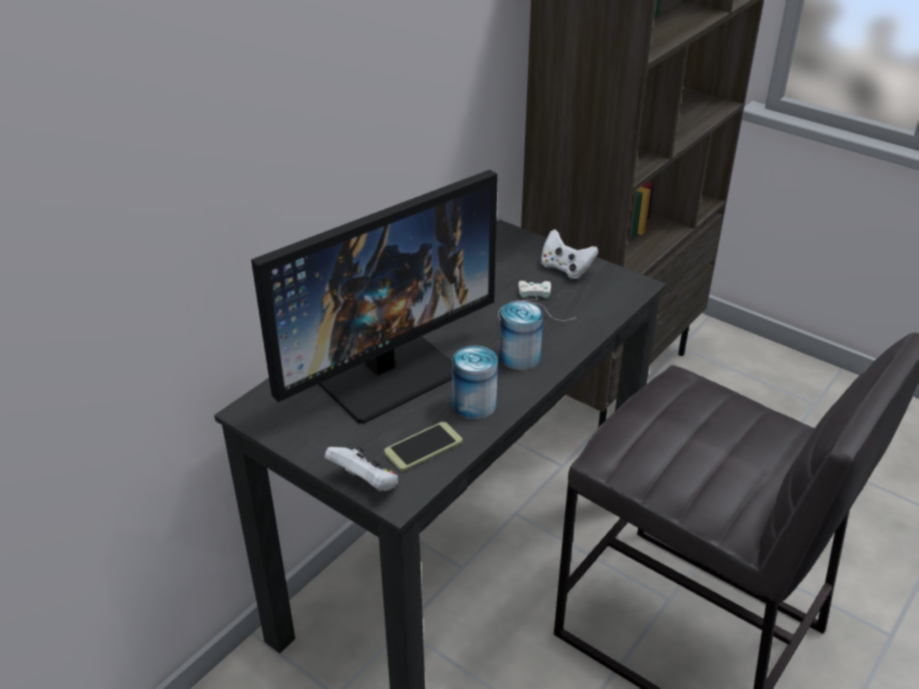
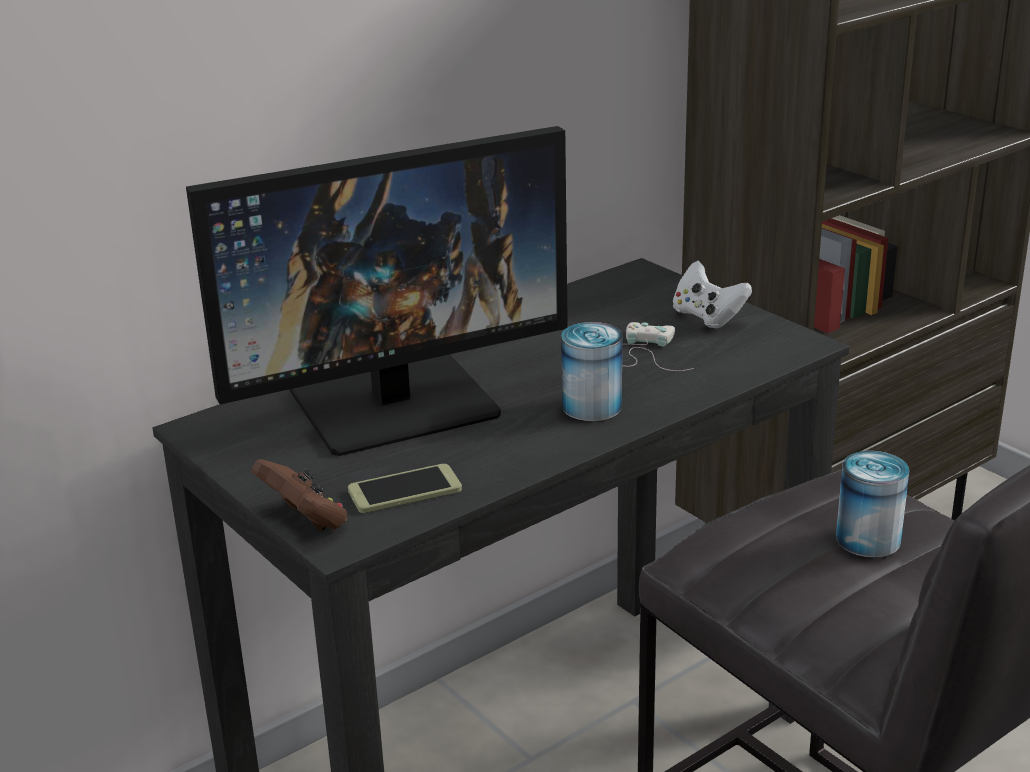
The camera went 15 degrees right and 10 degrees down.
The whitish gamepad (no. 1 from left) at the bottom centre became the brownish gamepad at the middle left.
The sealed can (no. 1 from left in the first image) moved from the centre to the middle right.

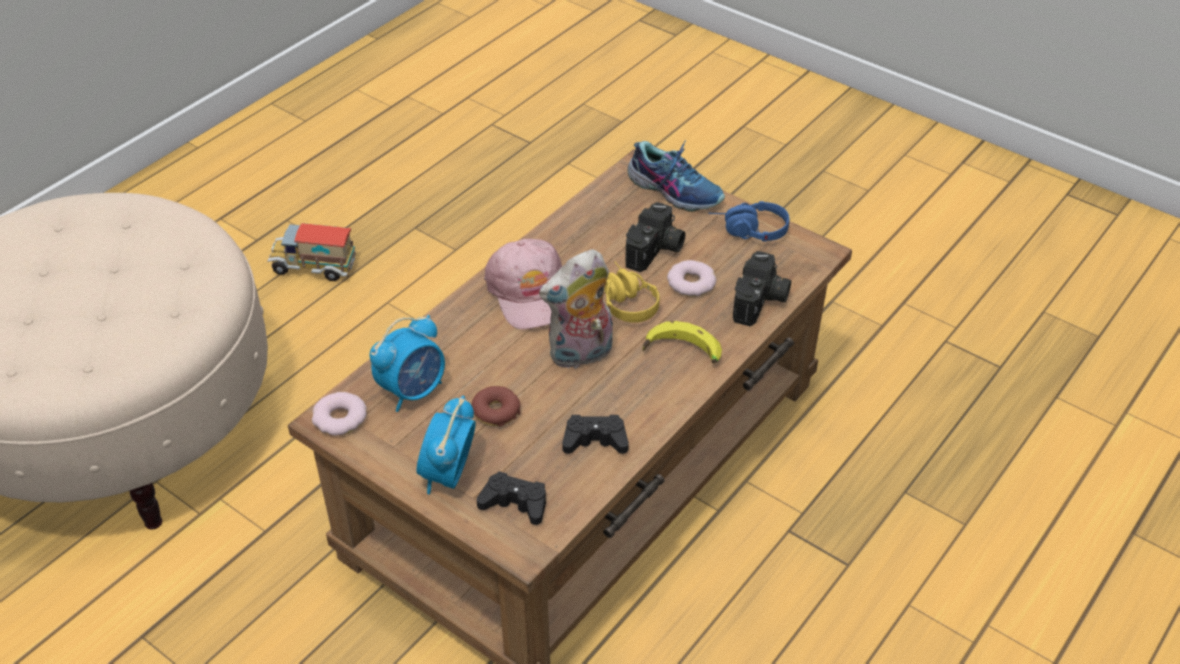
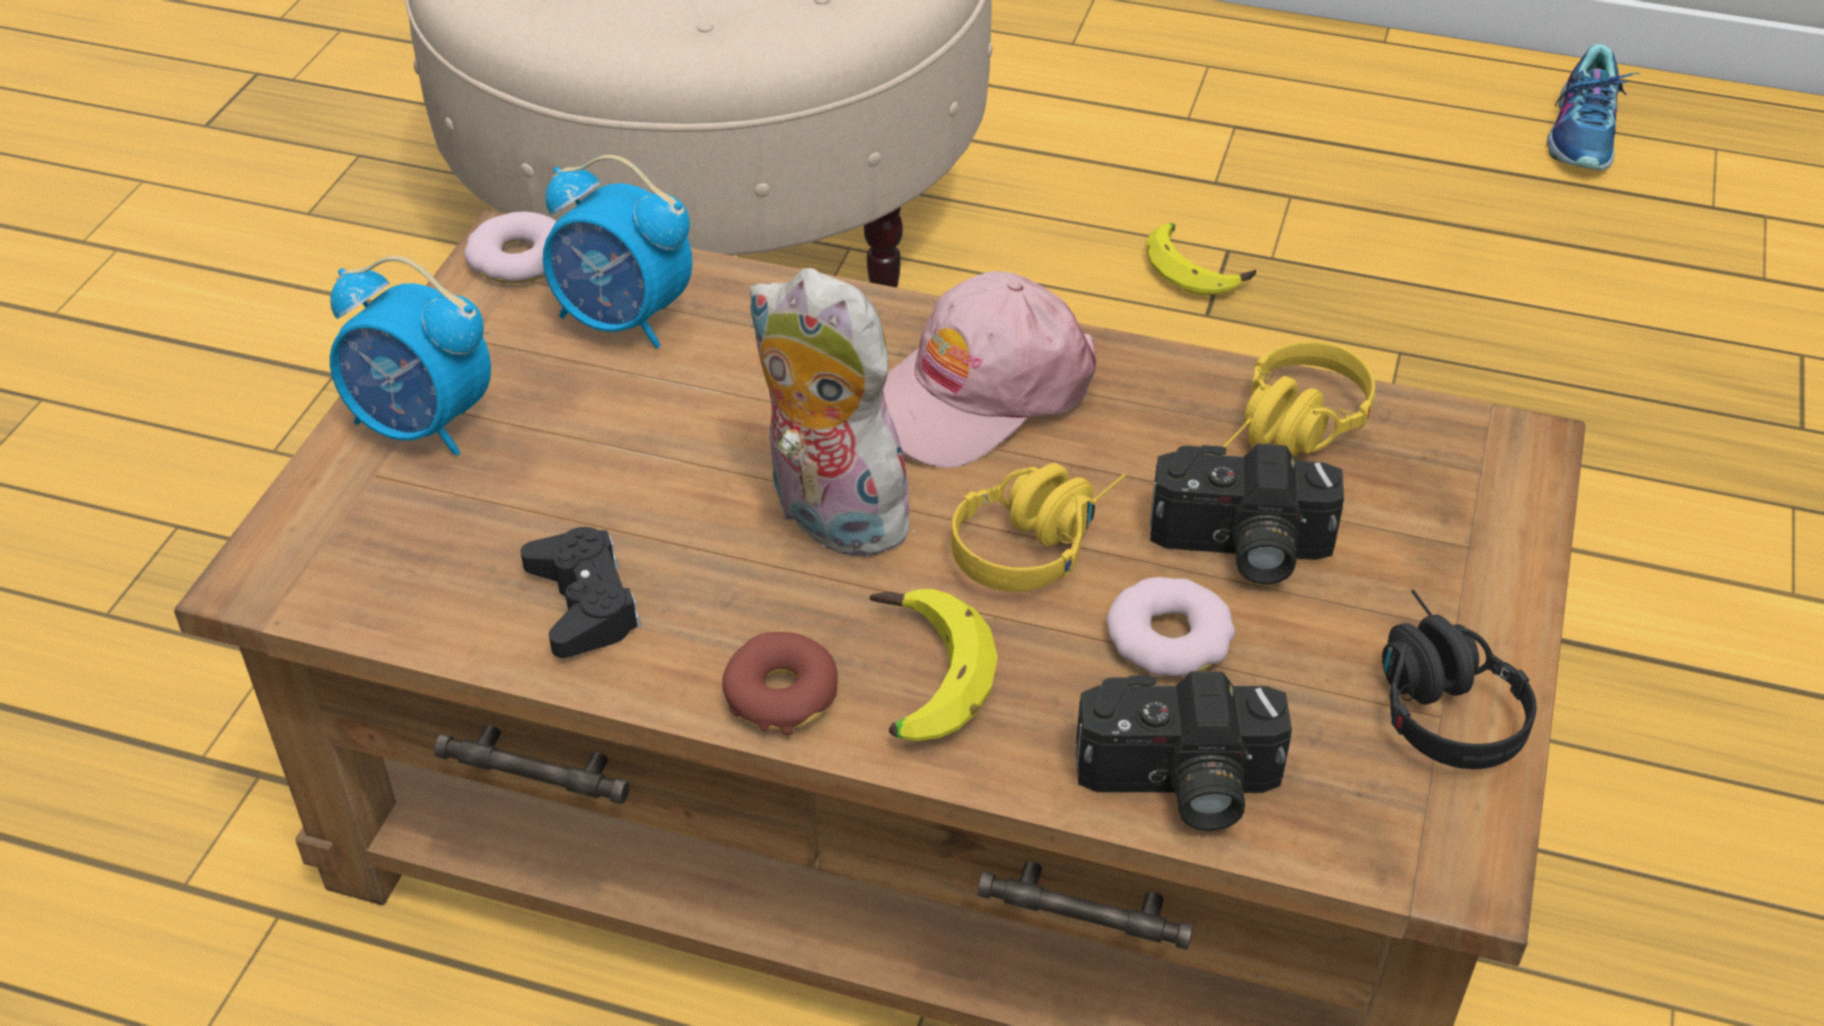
The camera went 70 degrees right and 0 degrees up.
The bedside clock (no. 2 from left in the first image) at the bottom centre turned 150 degrees counterclockwise.
The donut (no. 2 from left) moved from the centre to the bottom centre.
The model truck at the middle left was replaced by the banana (no. 2 from left) at the top centre.
The yellow-coloured headset (no. 2 from left) at the middle right appeared.
The blue headset at the top centre became the black headset at the middle right.
The item of footwear moved from the top centre to the top right.
The black gamepad (no. 1 from left) at the bottom centre disappeared.

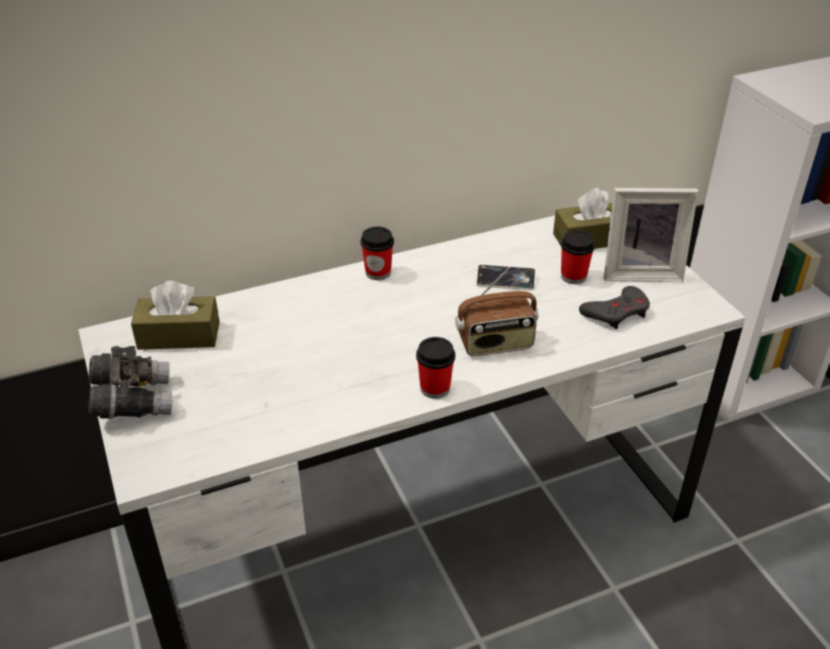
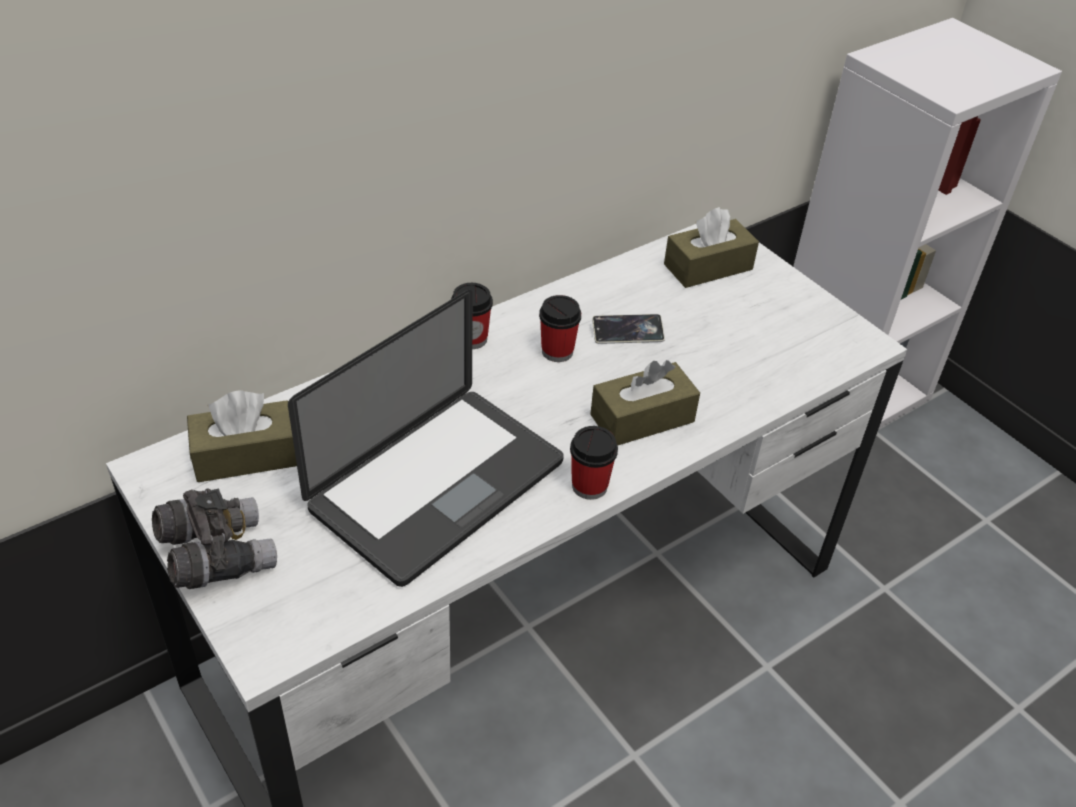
The camera went 15 degrees left and 5 degrees up.
The portable computer at the centre appeared.
The drinking cup (no. 3 from left in the first image) moved from the middle right to the centre.
The radio at the centre was replaced by the brownish tissue holder (no. 2 from left) at the centre.
The gray gamepad at the middle right disappeared.
The picture frame at the middle right disappeared.

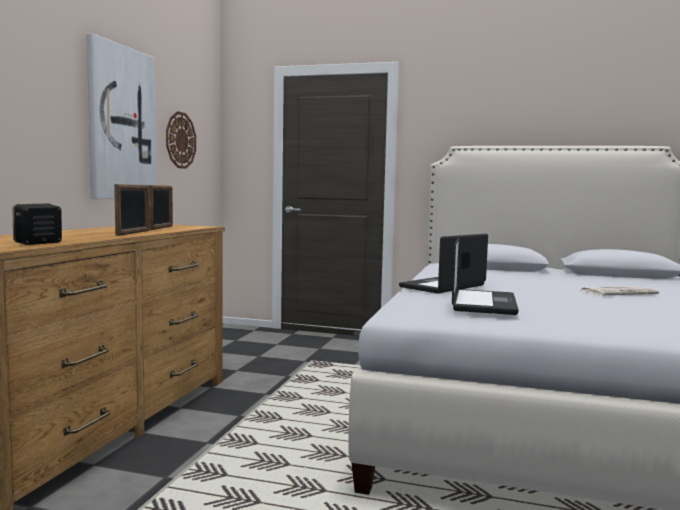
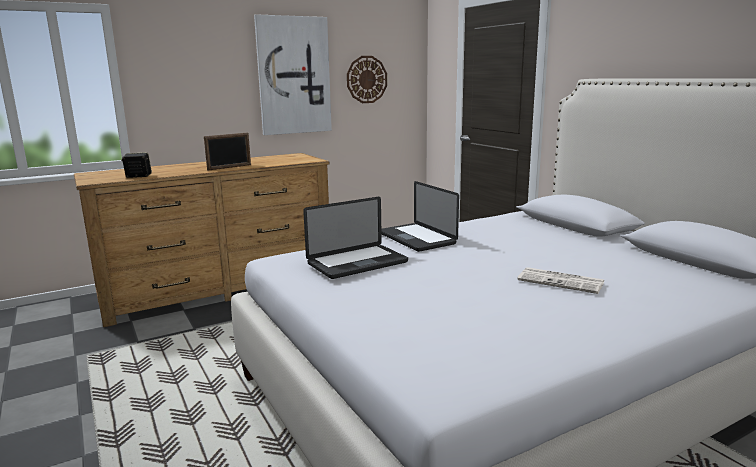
The camera went 45 degrees right and 10 degrees up.
The portable computer (no. 1 from left in the first image) at the centre turned 120 degrees counterclockwise.
The picture frame (no. 2 from left) at the middle left disappeared.

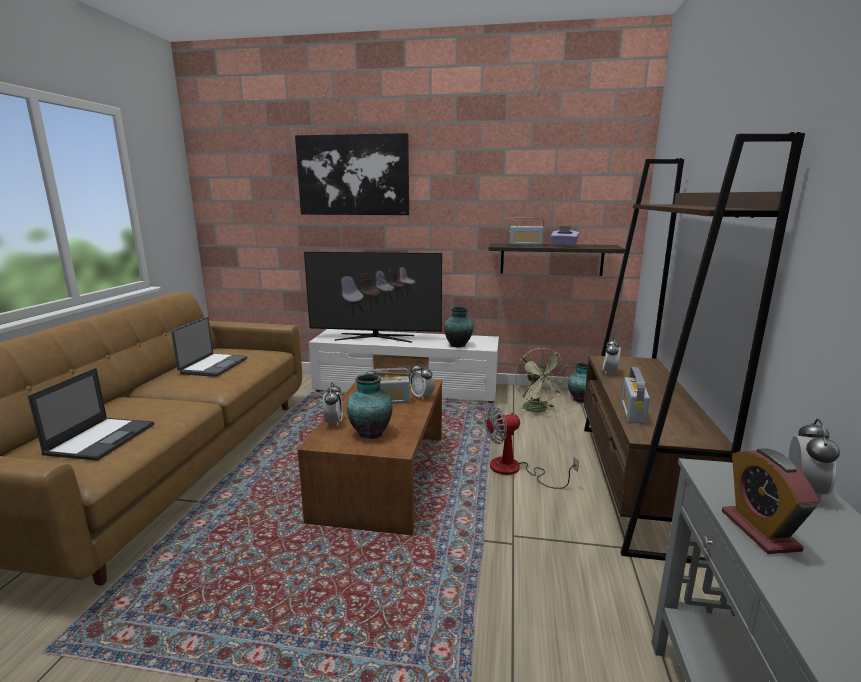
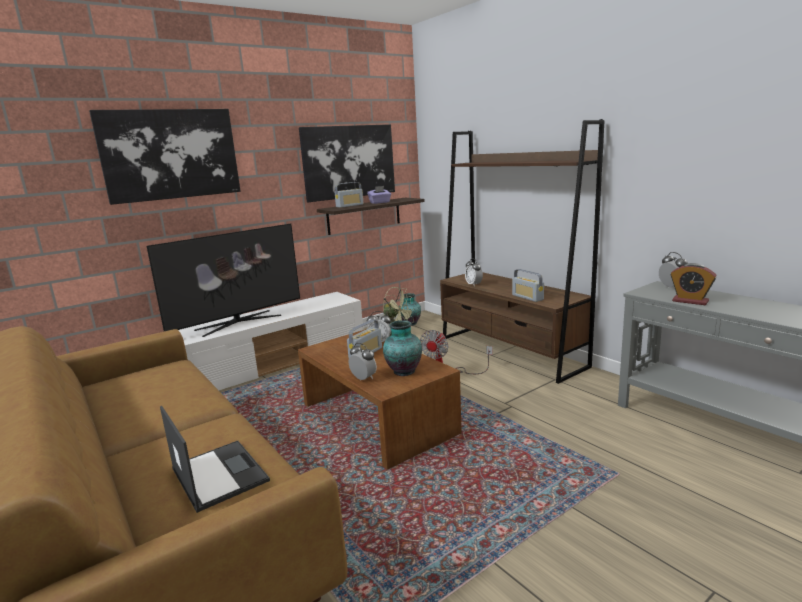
The camera went 45 degrees left and 0 degrees up.
The wall art (no. 2 from left) at the top centre appeared.
The portable computer (no. 2 from left) at the middle left disappeared.
The vase (no. 2 from left) at the centre disappeared.

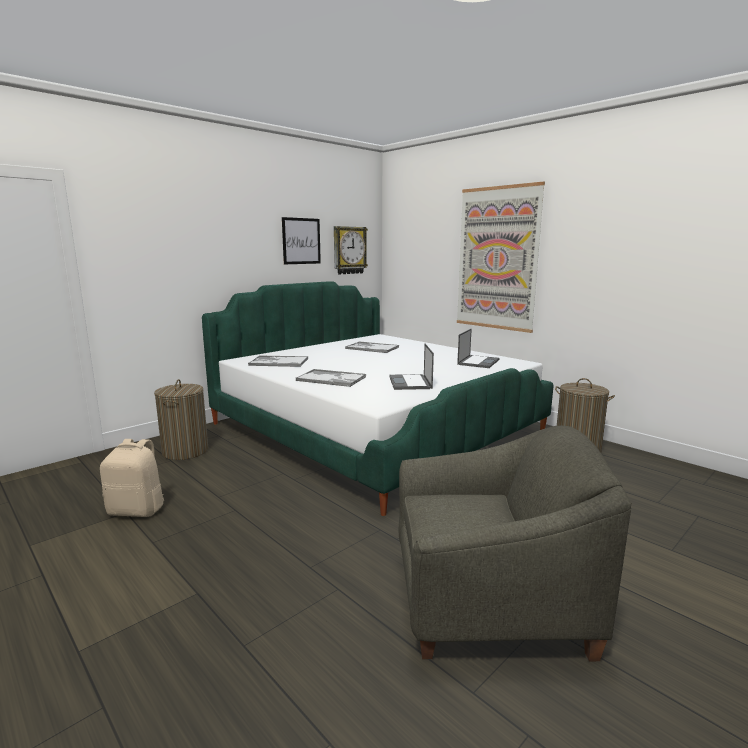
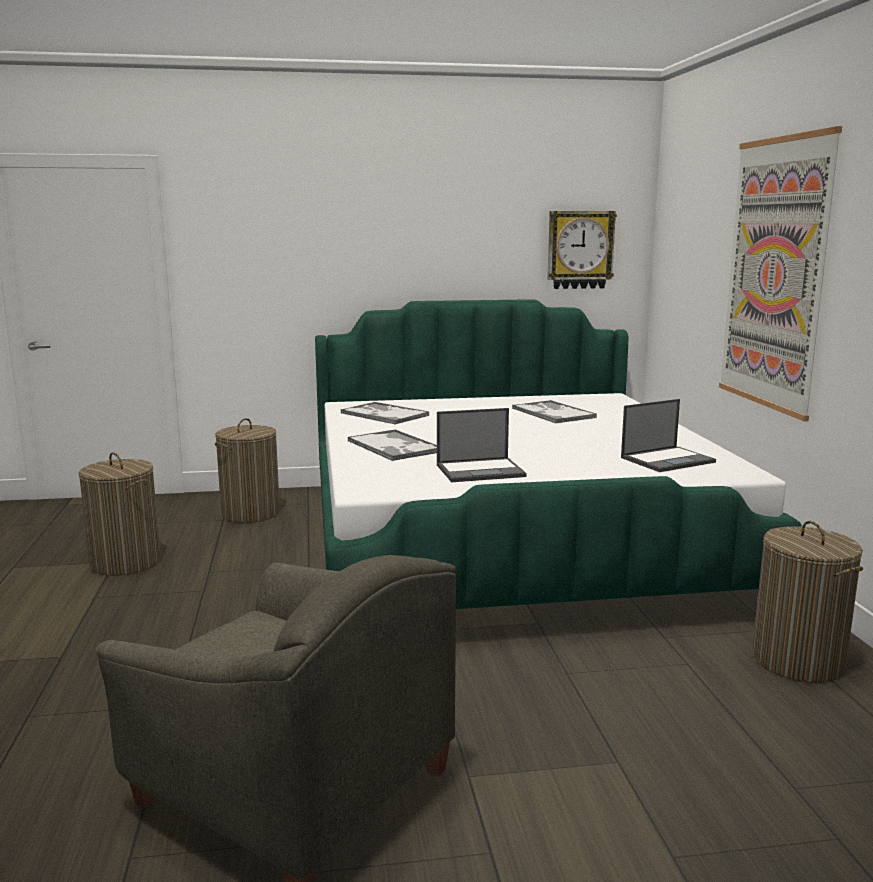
The camera went 35 degrees right and 0 degrees up.
The sand-coloured knapsack at the middle left was replaced by the hamper (no. 1 from left) at the middle left.
The portable computer (no. 1 from left) at the centre turned 135 degrees counterclockwise.
The wall art (no. 1 from left) at the top centre disappeared.

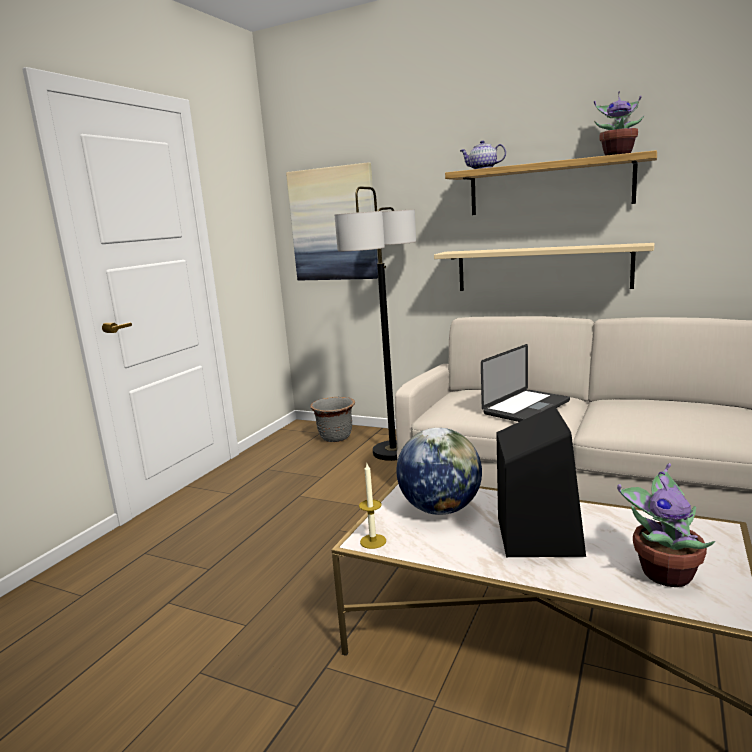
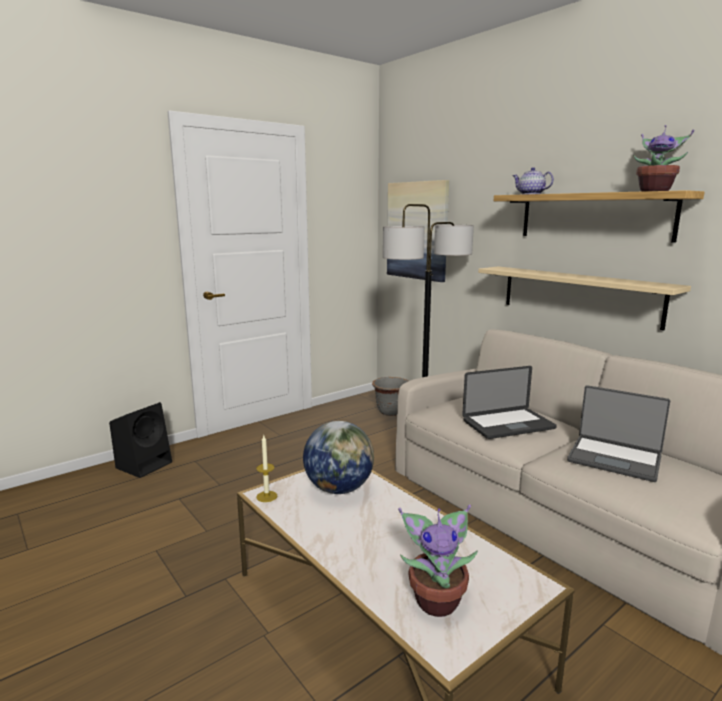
The camera went 25 degrees right and 0 degrees up.
The black audio speaker moved from the middle right to the middle left.
The portable computer (no. 2 from left) at the middle right appeared.

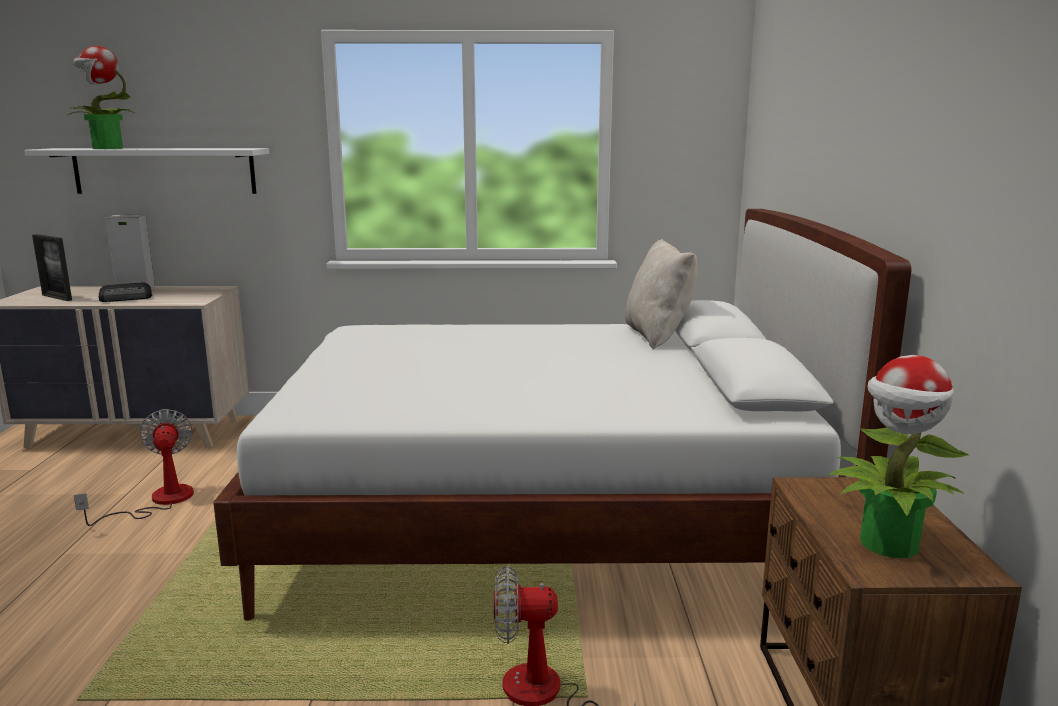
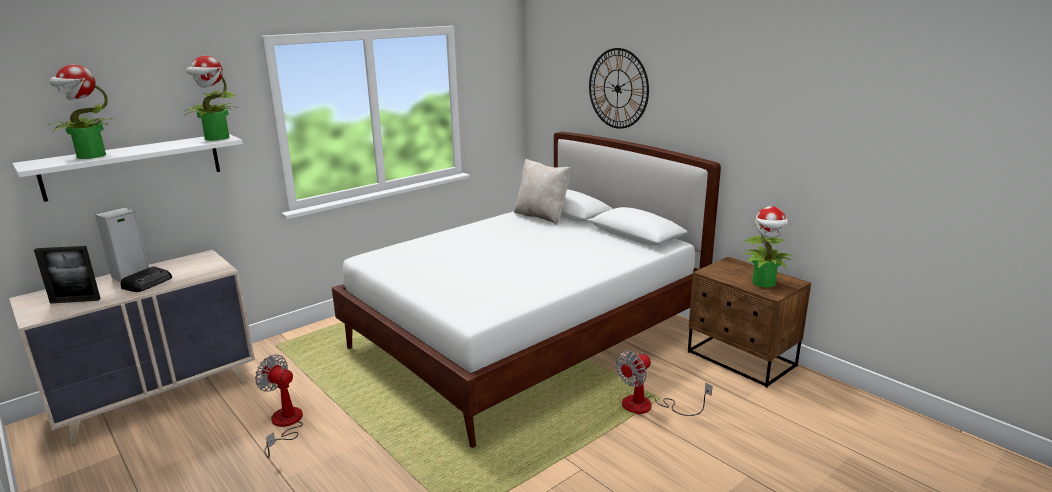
The camera went 40 degrees left and 5 degrees up.
The potted plant (no. 2 from left) at the top left appeared.
The wall clock at the top centre appeared.

